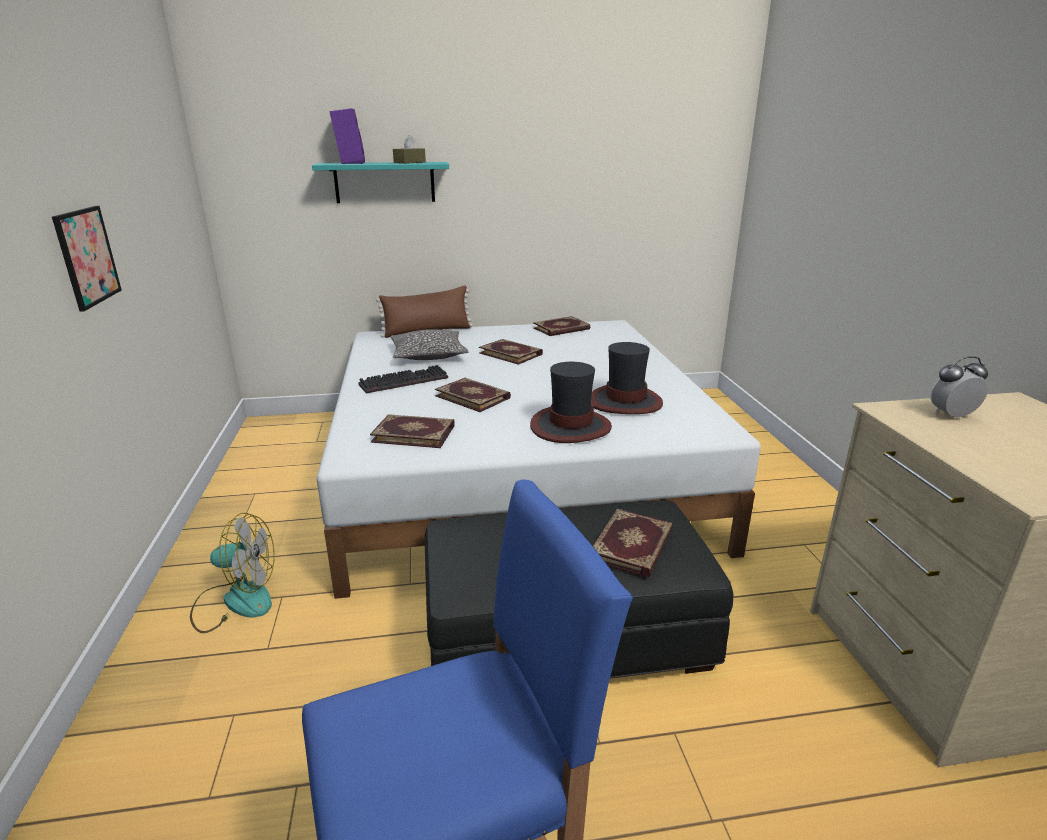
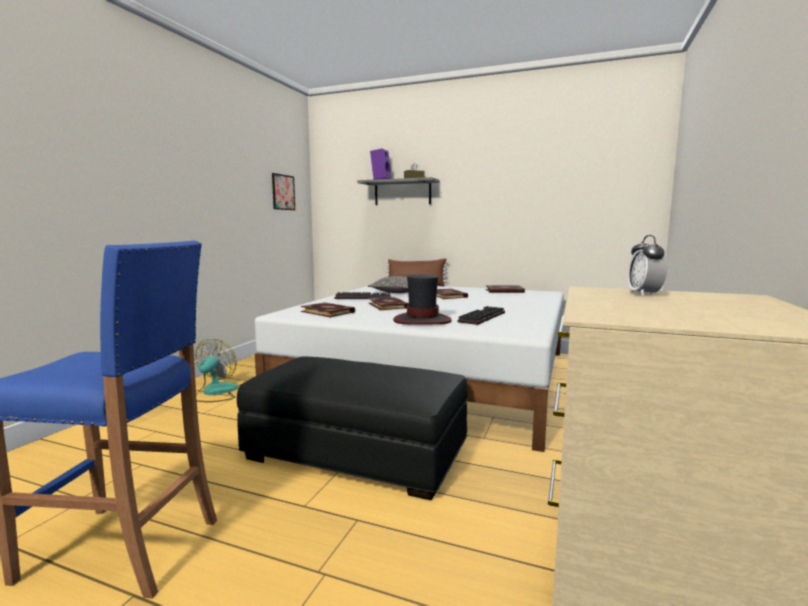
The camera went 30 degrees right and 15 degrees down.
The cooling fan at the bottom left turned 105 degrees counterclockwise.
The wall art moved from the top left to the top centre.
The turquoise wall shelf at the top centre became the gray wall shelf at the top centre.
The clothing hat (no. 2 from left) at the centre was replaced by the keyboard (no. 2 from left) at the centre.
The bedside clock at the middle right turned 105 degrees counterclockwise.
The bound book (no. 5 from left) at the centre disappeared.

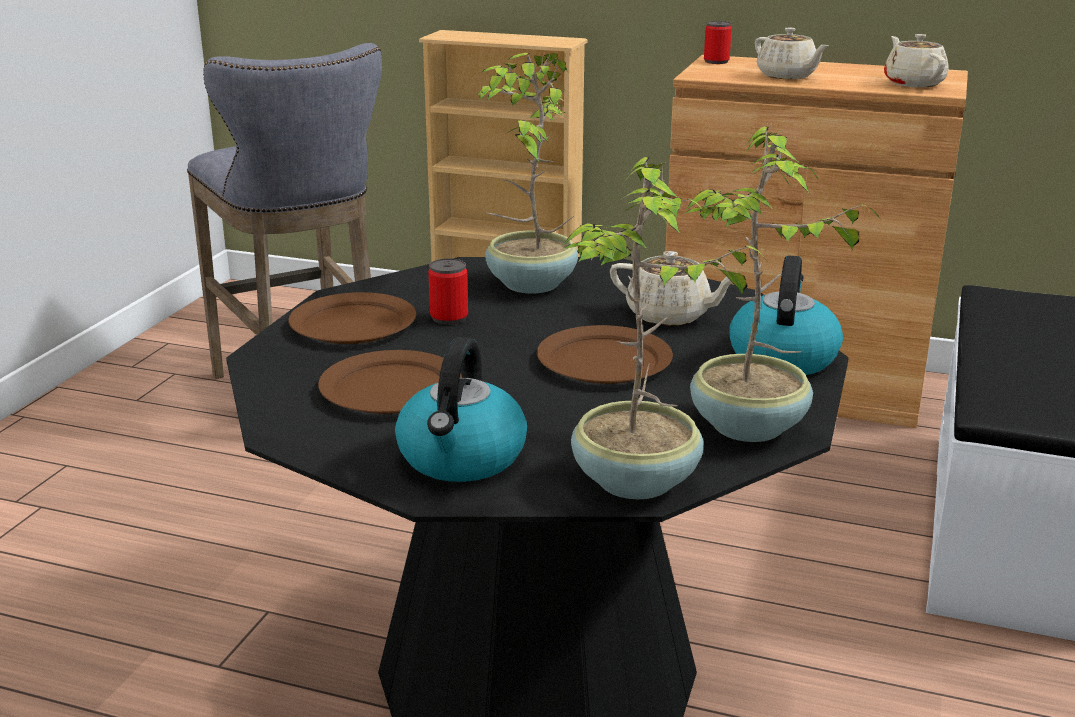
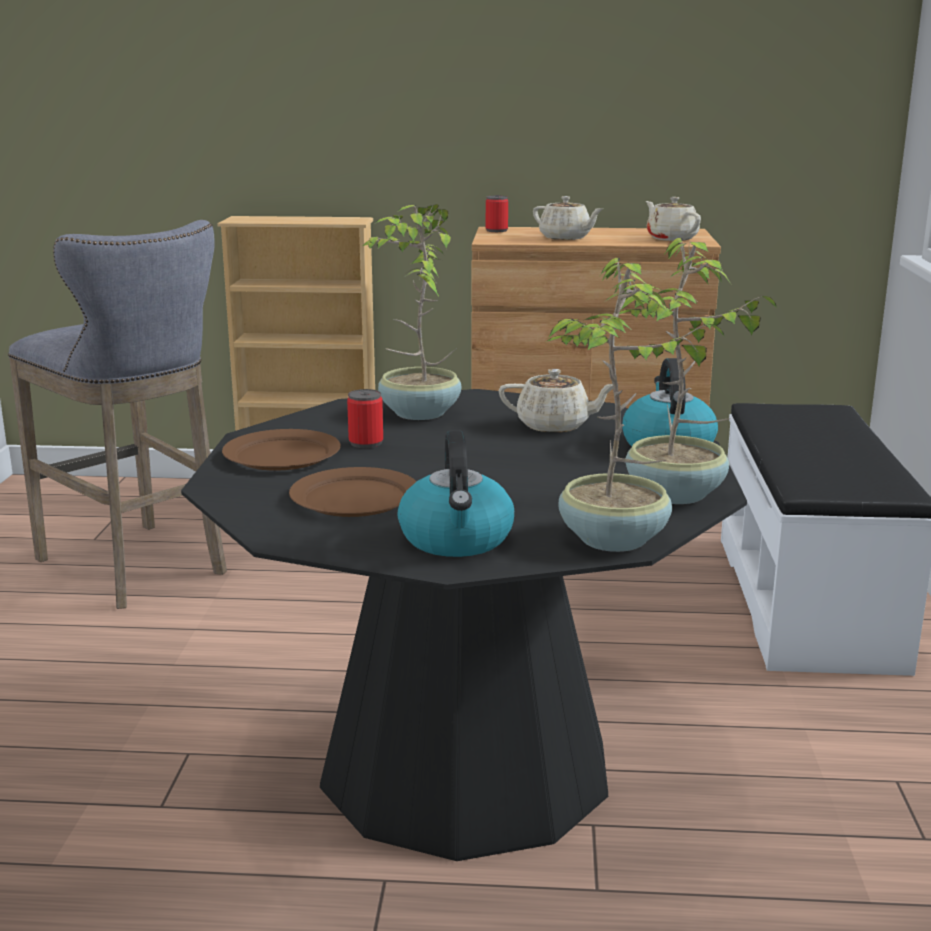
The camera went 15 degrees left and 5 degrees down.
The brownish plate (no. 3 from left) at the centre disappeared.

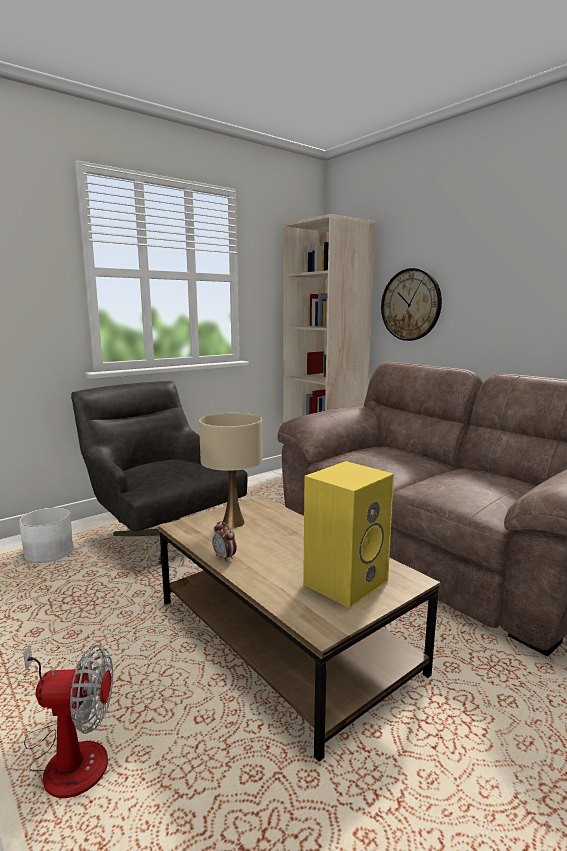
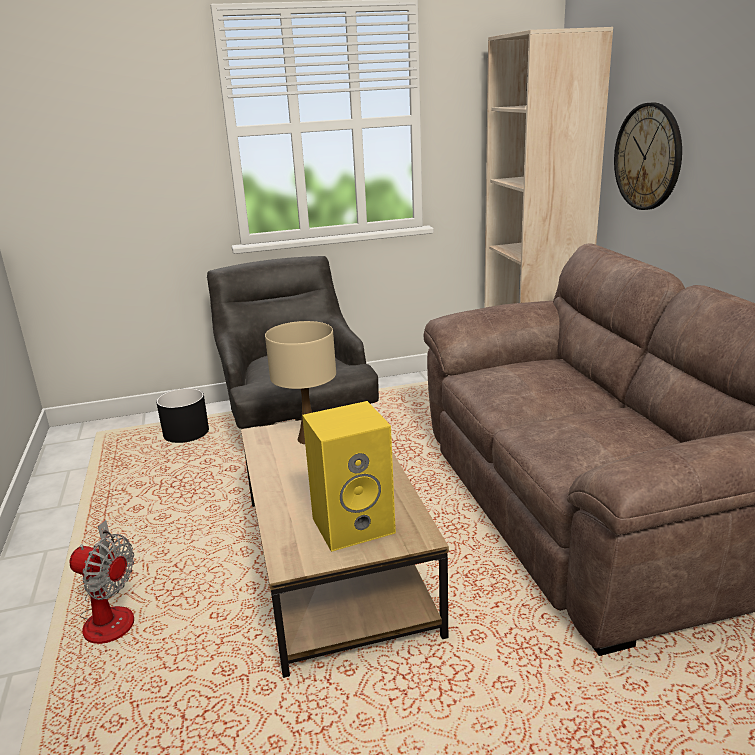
The camera went 25 degrees right and 10 degrees up.
The whitish plant pot at the middle left became the black plant pot at the middle left.
The bedside clock at the centre disappeared.

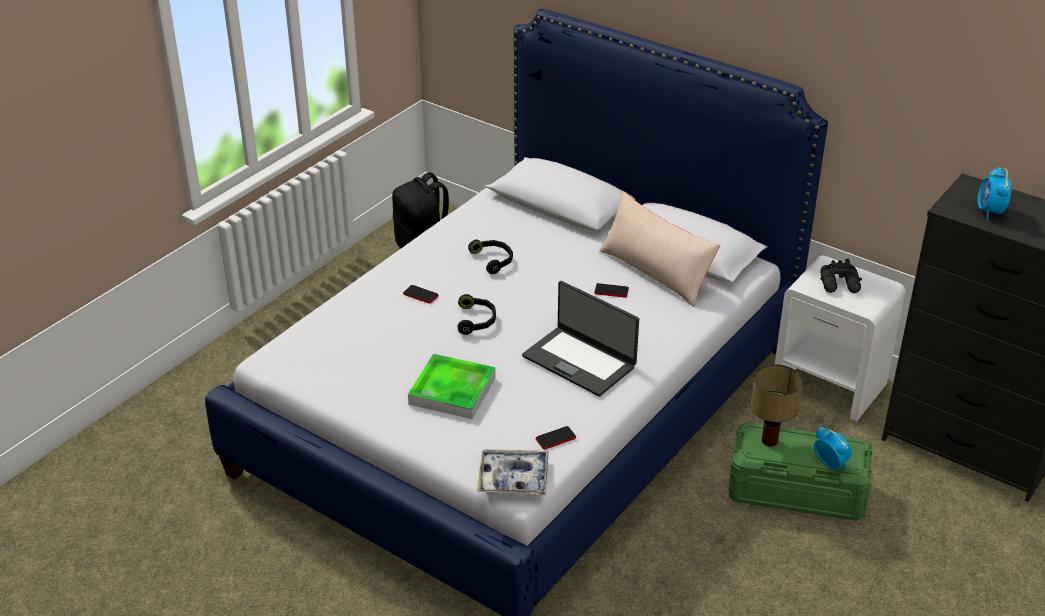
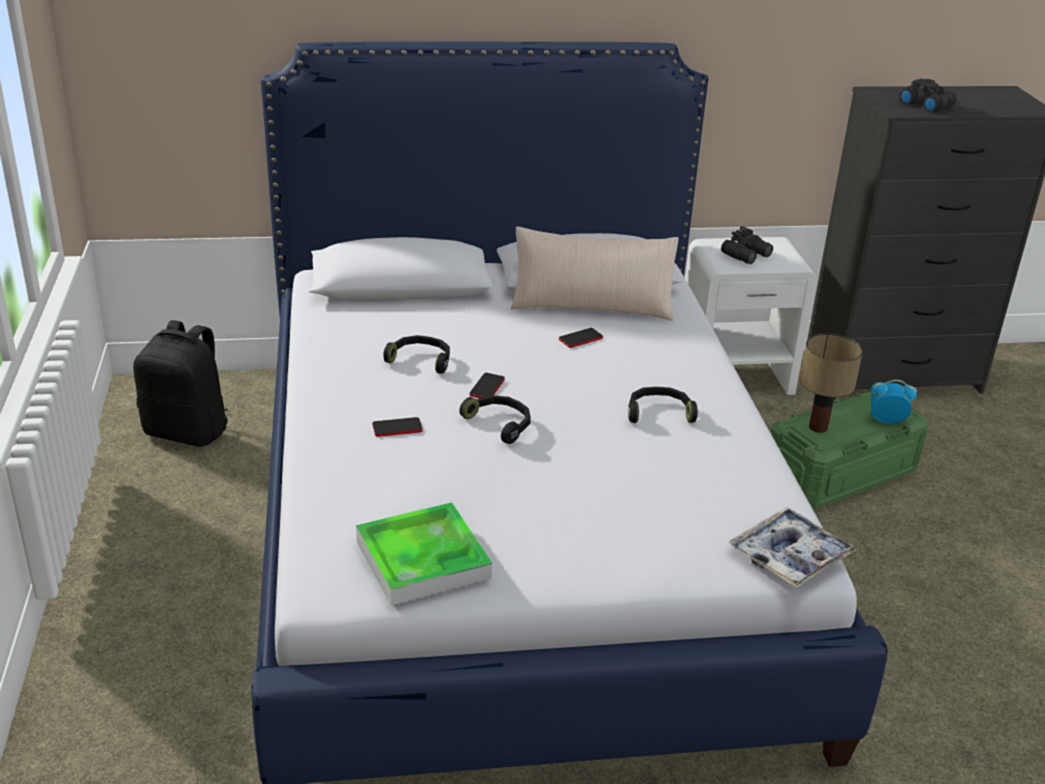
The camera went 45 degrees left and 5 degrees down.
The serving tray (no. 1 from left) moved from the centre to the bottom centre.
The handset (no. 2 from left) moved from the bottom centre to the centre.
The portable computer at the centre was replaced by the black headset (no. 3 from left) at the centre.
The bedside clock (no. 2 from left) at the top right was replaced by the black field glasses (no. 2 from left) at the top right.

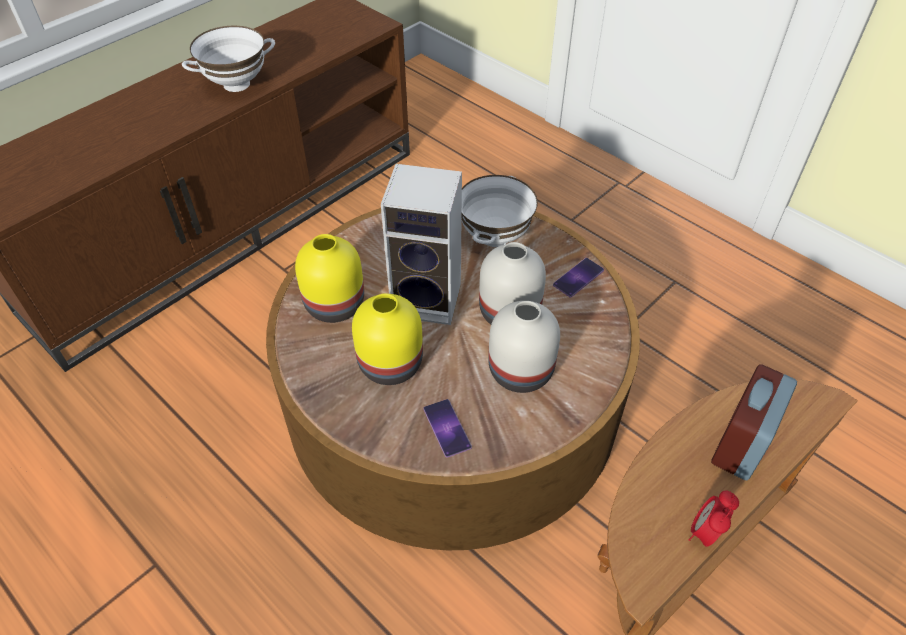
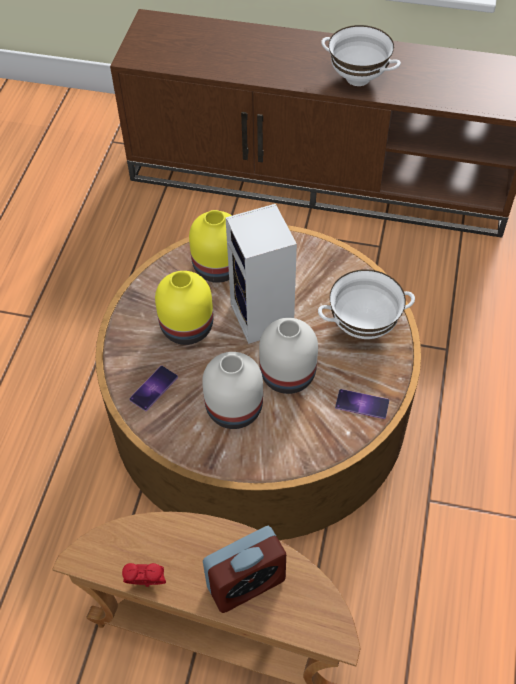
The camera went 60 degrees right and 5 degrees up.
The bedside clock (no. 2 from left) at the middle right turned 150 degrees clockwise.

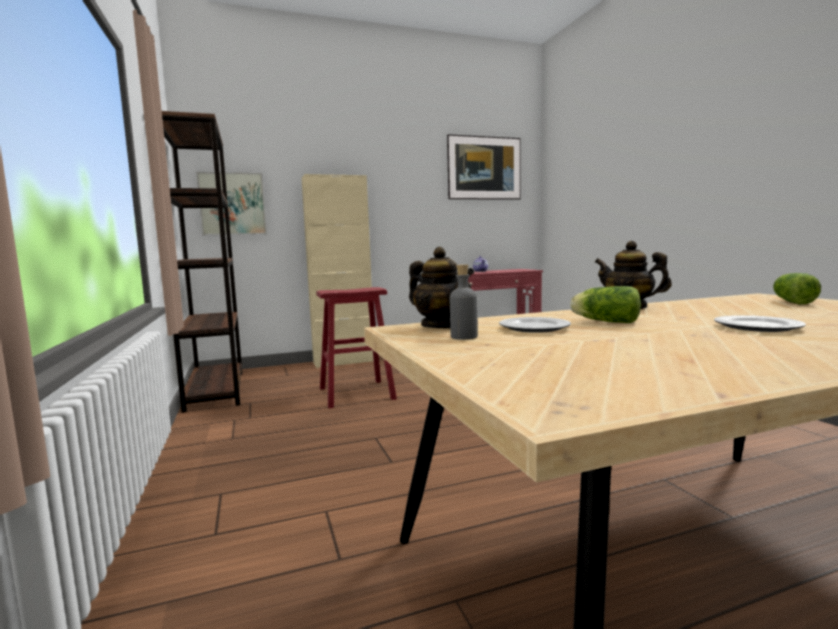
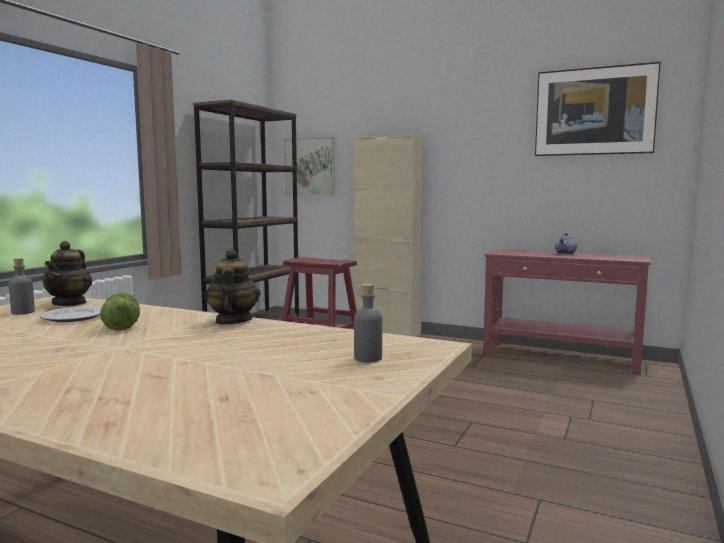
The camera went 45 degrees right and 0 degrees up.
The lettuce (no. 2 from left) at the middle right was replaced by the gray bottle (no. 2 from left) at the centre.
The plate (no. 2 from left) at the middle right disappeared.

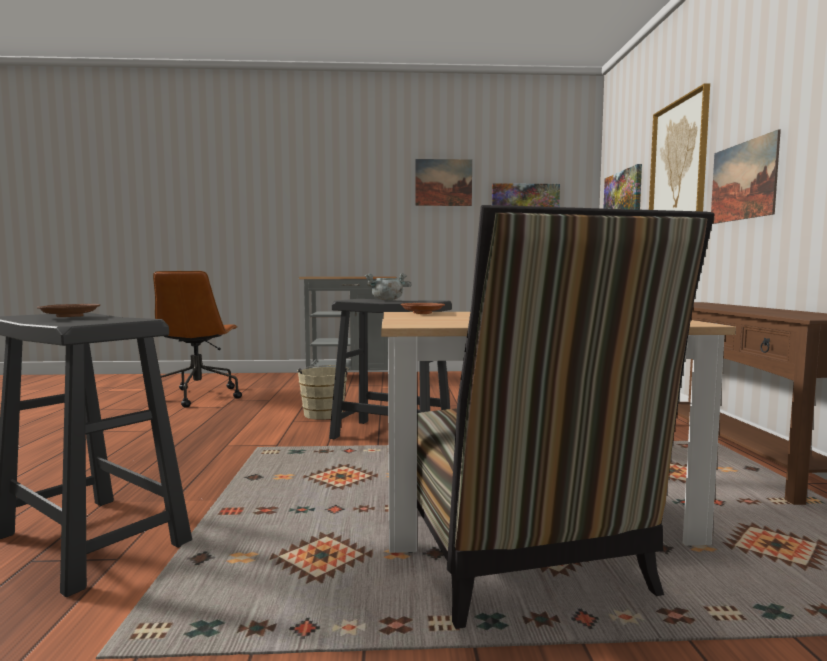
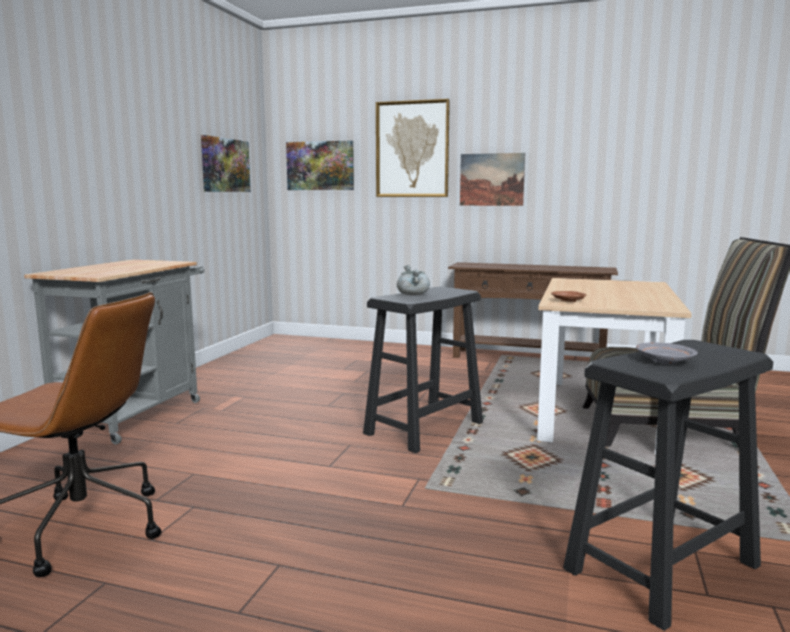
The camera went 70 degrees left and 5 degrees up.
The brownish plate (no. 1 from left) at the middle left became the gray plate at the middle right.
The sand-coloured pail at the centre disappeared.
The wall art (no. 1 from left) at the top centre disappeared.

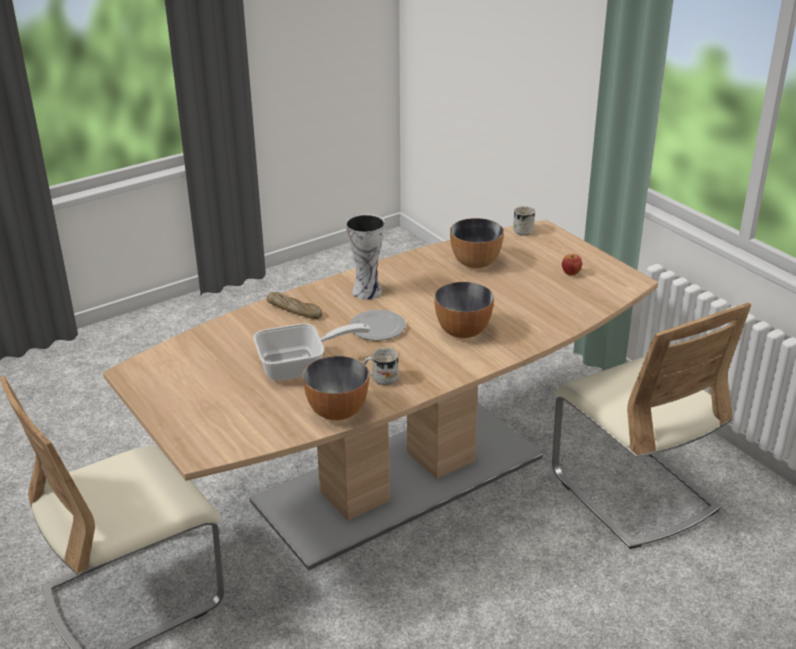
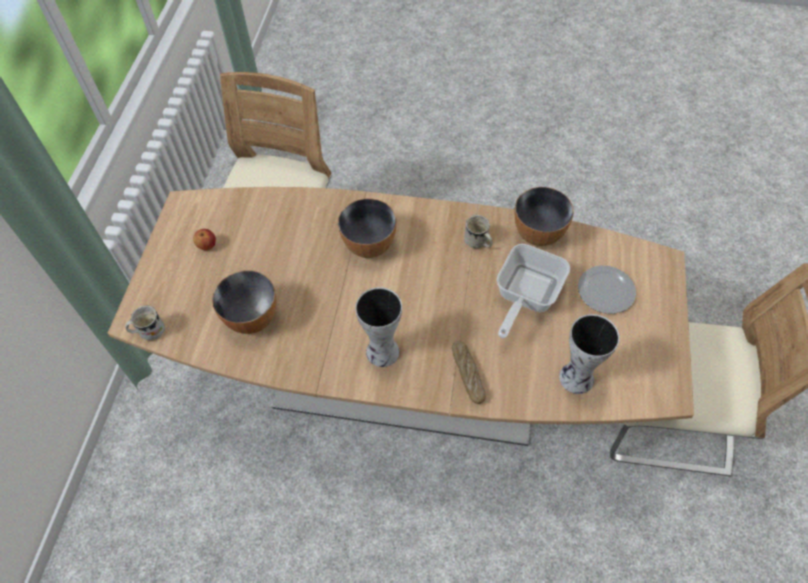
The camera went 135 degrees left and 25 degrees up.
The frying pan at the centre turned 90 degrees counterclockwise.
The vase (no. 2 from left) at the middle right appeared.
The plate moved from the centre to the middle right.

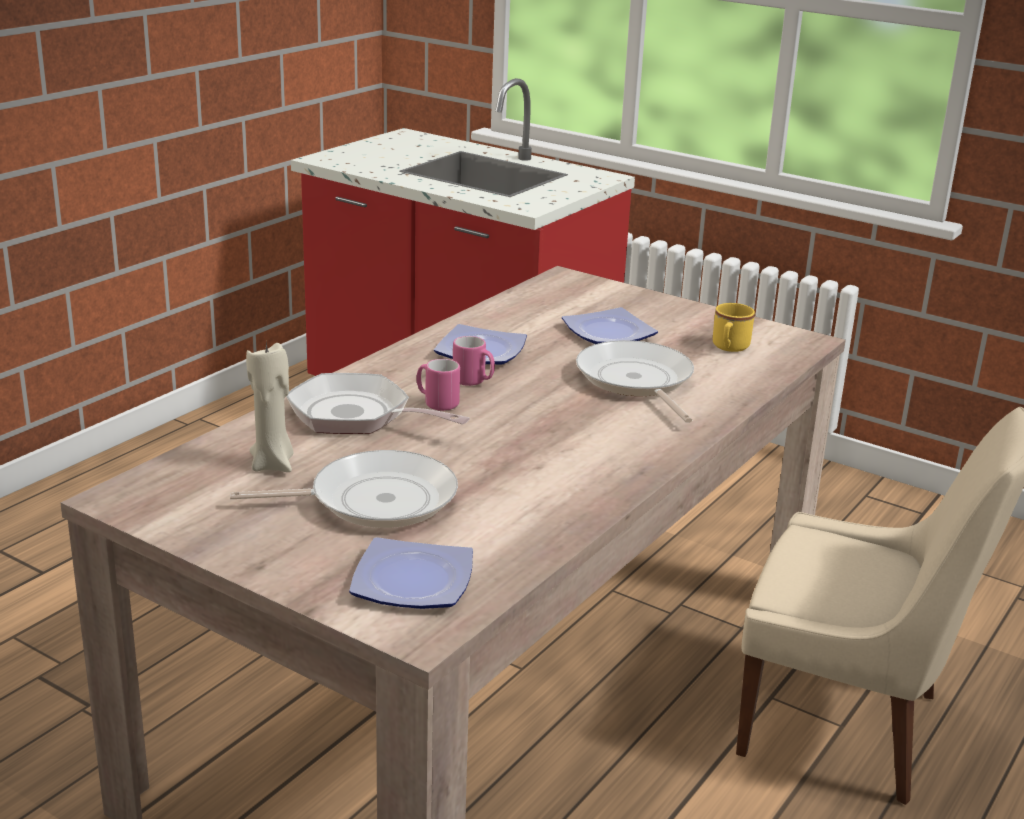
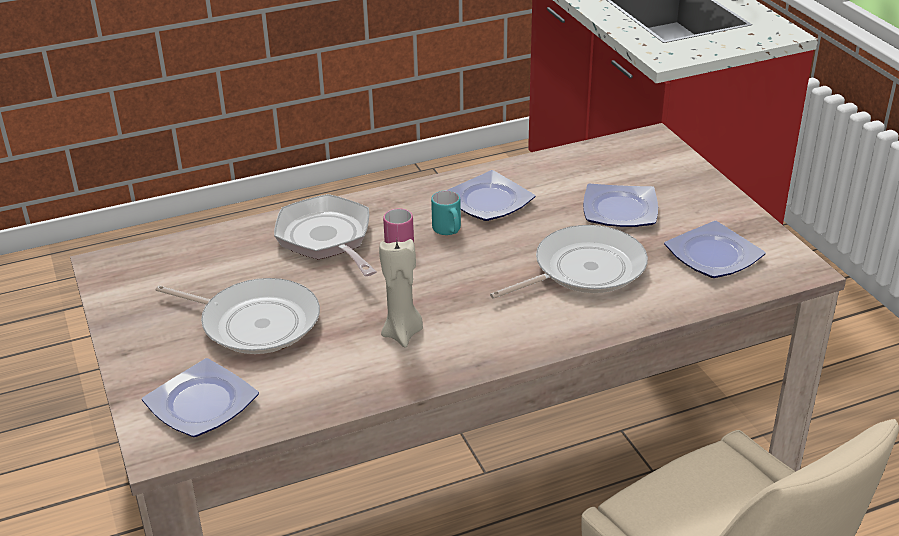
The camera went 35 degrees right and 10 degrees up.
The sand-coloured candle moved from the middle left to the centre.
The pink tea mug (no. 2 from left) at the centre became the turquoise tea mug at the centre.
The frying pan (no. 3 from left) at the centre turned 45 degrees clockwise.
The yellow-coloured tea mug at the middle right was replaced by the plate (no. 4 from left) at the middle right.

